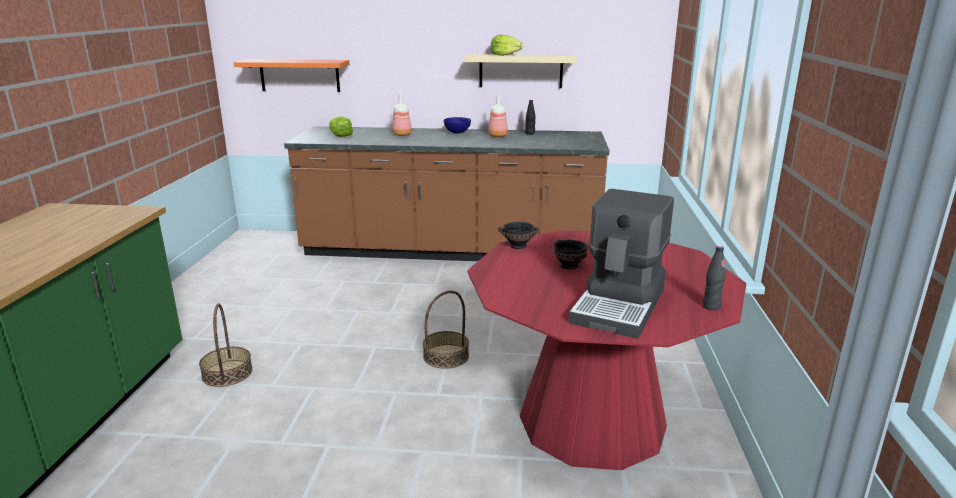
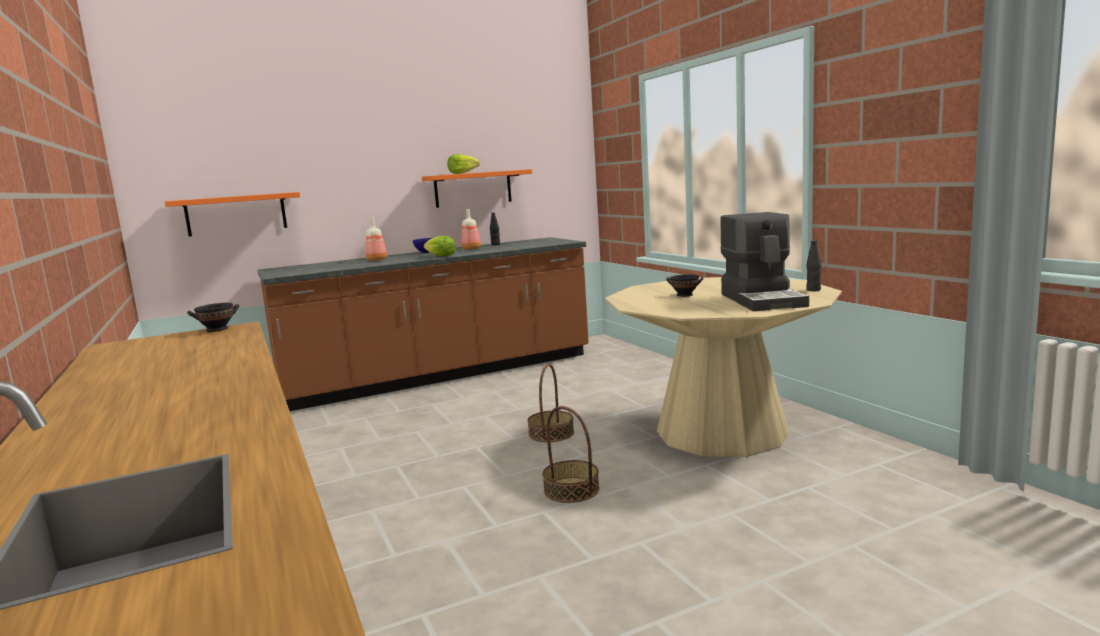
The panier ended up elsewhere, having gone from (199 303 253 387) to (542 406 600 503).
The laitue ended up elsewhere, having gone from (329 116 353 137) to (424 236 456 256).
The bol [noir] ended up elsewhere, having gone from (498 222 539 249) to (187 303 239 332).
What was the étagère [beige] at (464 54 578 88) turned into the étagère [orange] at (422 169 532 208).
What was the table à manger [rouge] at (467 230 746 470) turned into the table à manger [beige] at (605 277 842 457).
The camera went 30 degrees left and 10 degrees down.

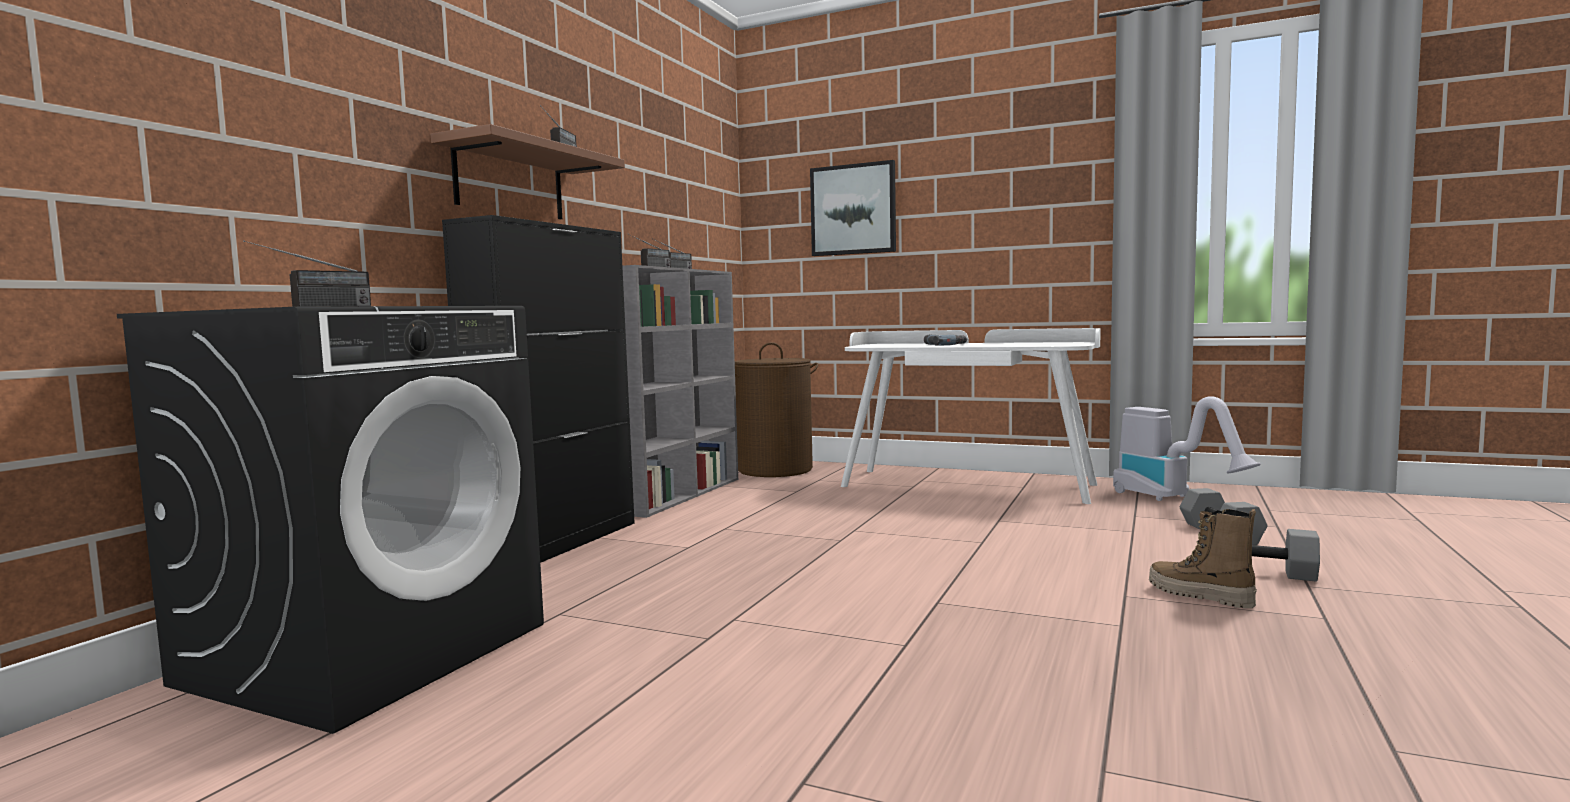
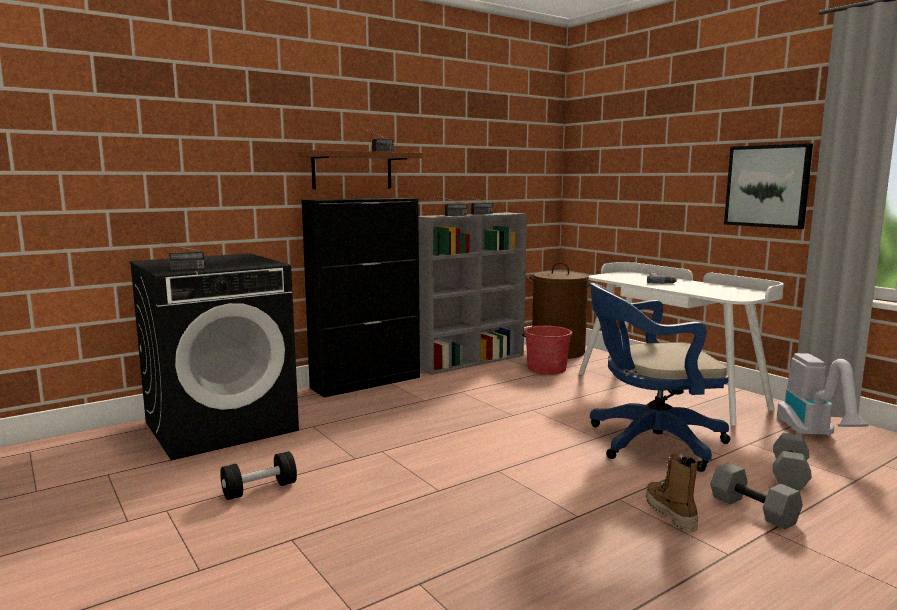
The second view gained the haltère [noir] at (220 451 297 500).
The second view gained the seau [rouge] at (522 326 573 375).
The second view gained the chaise de bureau [bleu] at (590 283 730 472).
The tableau ended up elsewhere, having gone from (810 160 896 256) to (724 143 813 229).
The camera went 30 degrees right and 5 degrees up.

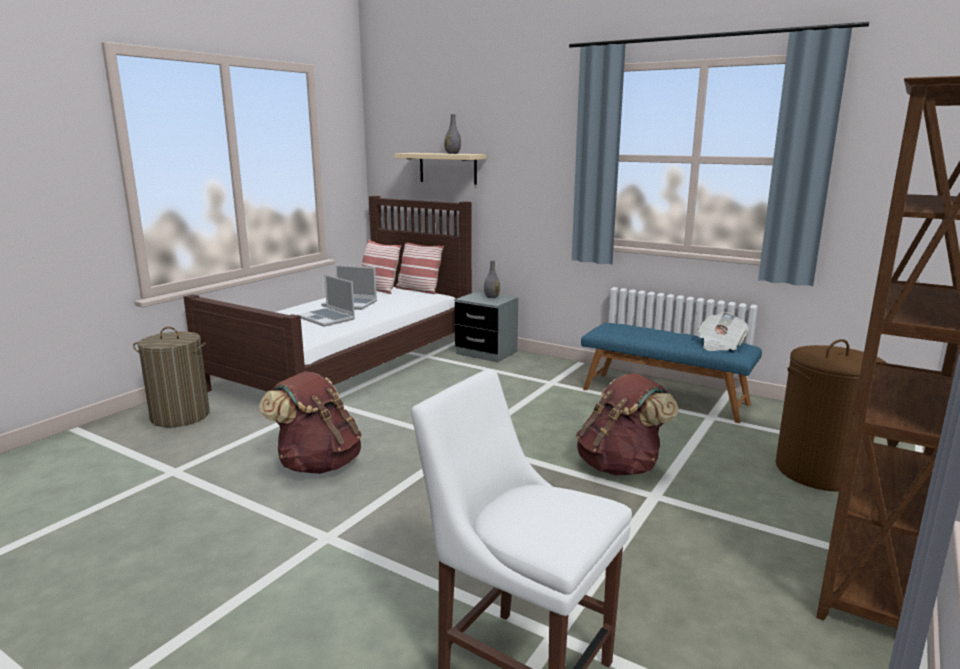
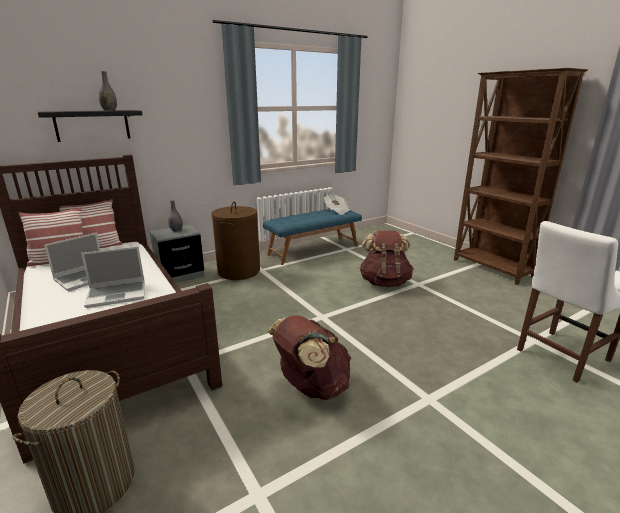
The panier à linge [marron] ended up elsewhere, having gone from (776 339 886 492) to (211 201 260 280).
What was the étagère [beige] at (394 153 486 185) turned into the étagère [noir] at (38 110 142 142).
The camera went 65 degrees left and 5 degrees up.

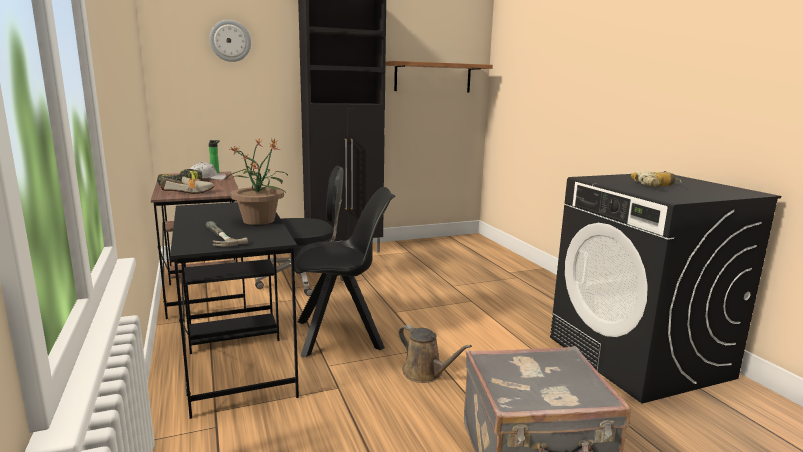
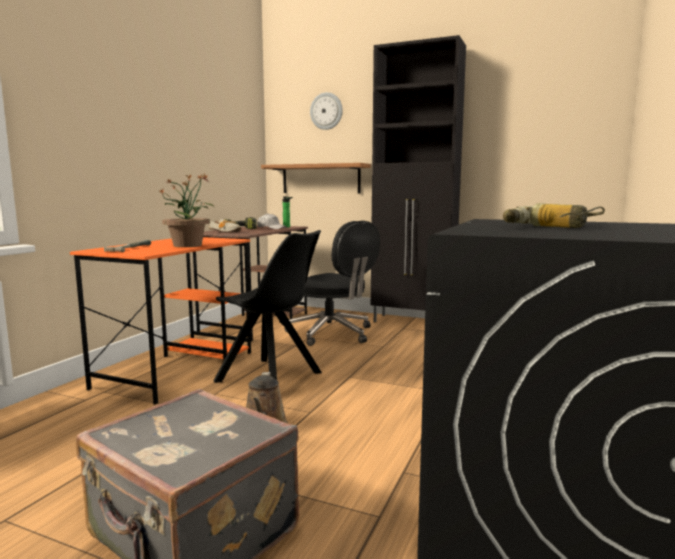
The étagère ended up elsewhere, having gone from (385 61 493 92) to (261 163 371 193).
What was the bureau [noir] at (170 202 299 419) turned into the bureau [orange] at (70 237 251 405).
The camera went 45 degrees right and 5 degrees down.

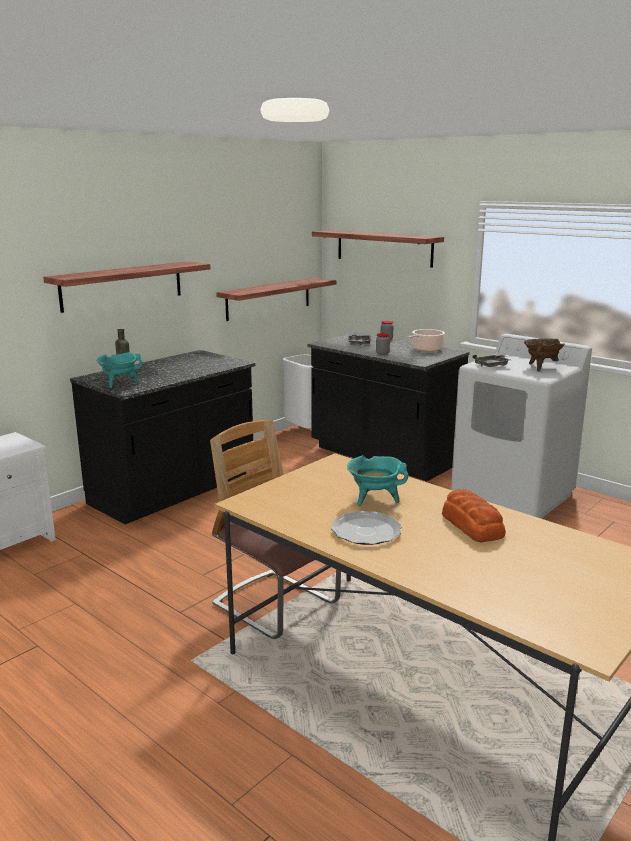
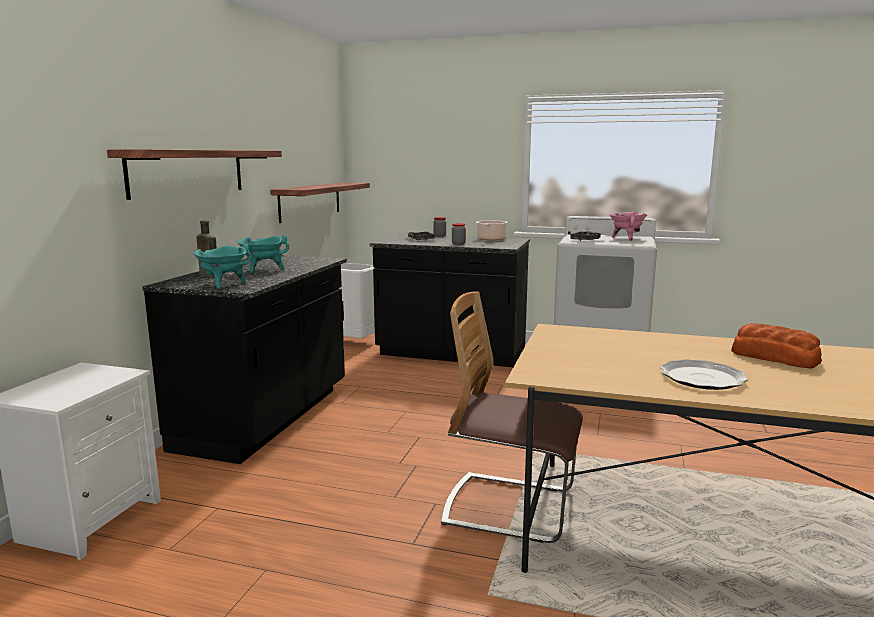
The second view lost the étagère at (312 230 444 268).
The marmite [turquoise] ended up elsewhere, having gone from (347 455 408 506) to (237 235 289 273).
What was the marmite [marron] at (524 338 565 372) turned into the marmite [rose] at (610 211 647 241).
The camera went 25 degrees left and 5 degrees down.

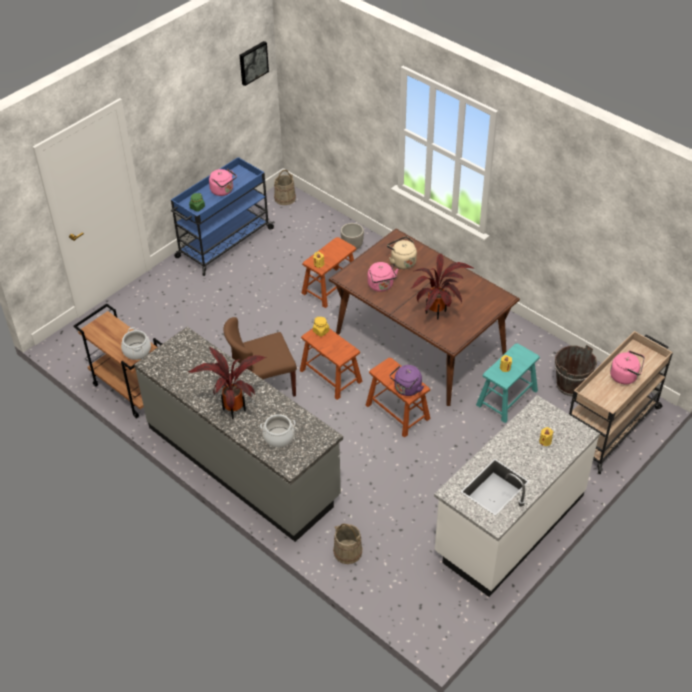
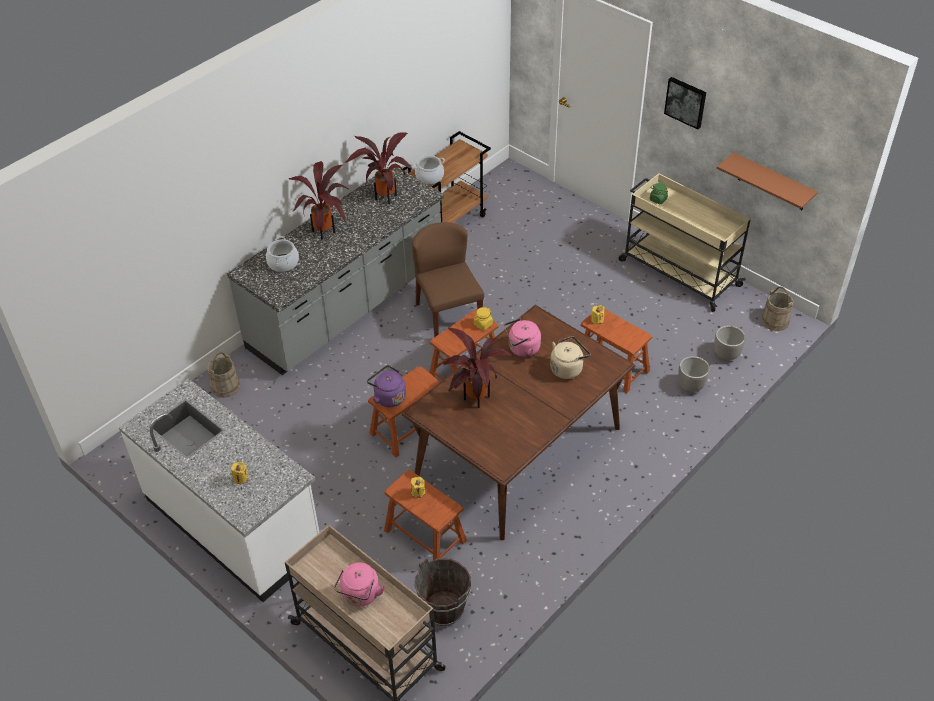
The second view lost the bouilloire [rose] at (209 169 237 196).
The second view gained the plante en pot at (344 133 412 204).
The second view gained the cache-pot at (714 325 746 361).
The second view gained the étagère [marron] at (717 153 818 210).
The tableau ended up elsewhere, having gone from (240 41 269 86) to (664 77 706 129).
What was the chariot [bleu] at (171 157 275 276) turned into the chariot [beige] at (619 173 751 312).
What was the tabouret [turquoise] at (476 343 540 423) turned into the tabouret [marron] at (384 470 467 560).
The camera went 90 degrees right and 0 degrees up.

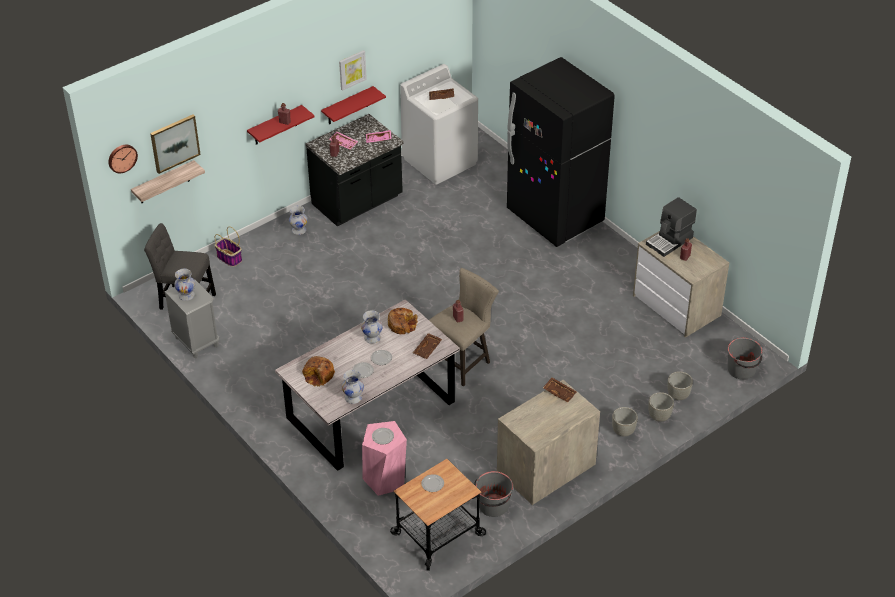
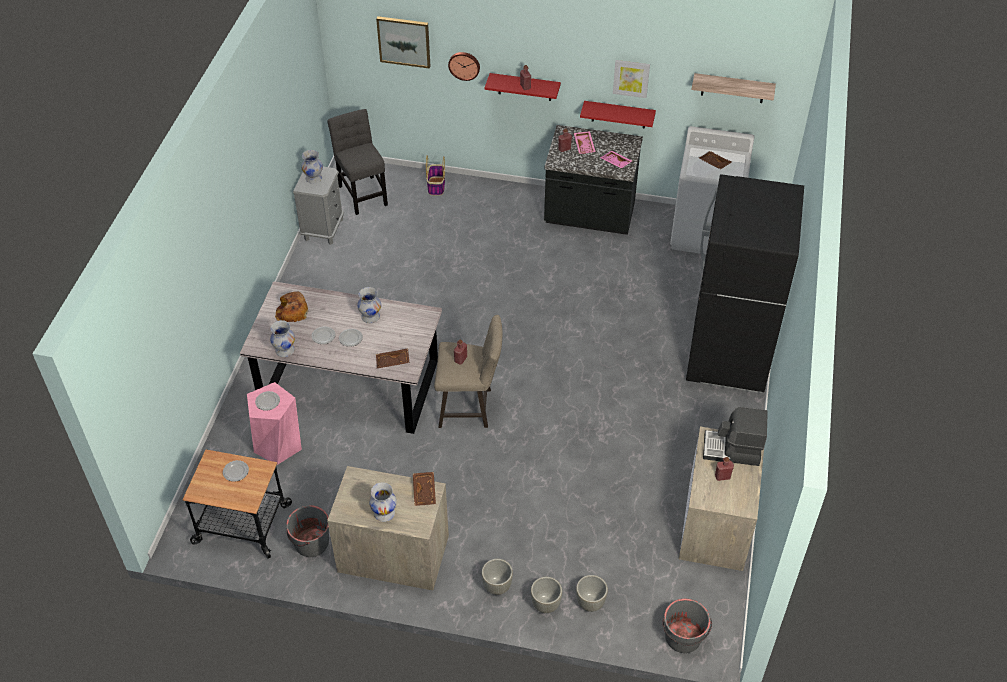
The second view lost the pain at (388 308 418 334).
The horloge murale ended up elsewhere, having gone from (108 145 138 173) to (448 52 480 81).
The étagère ended up elsewhere, having gone from (131 160 205 203) to (692 73 776 103).
The vase [blanc] ended up elsewhere, having gone from (289 206 308 235) to (369 482 397 522).
The camera went 50 degrees right and 5 degrees up.

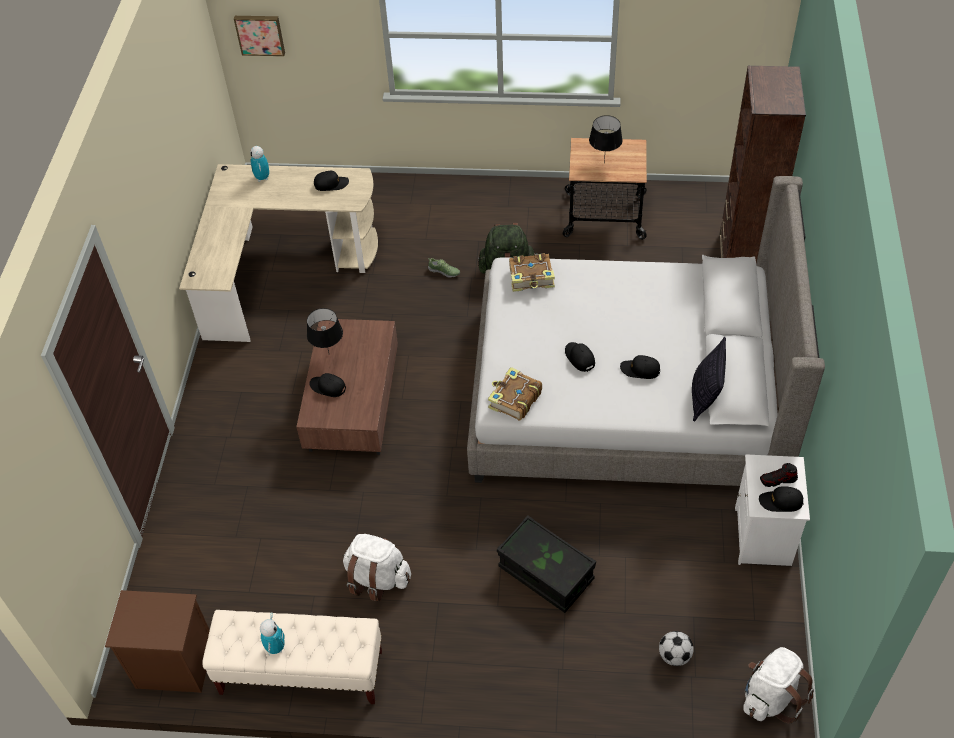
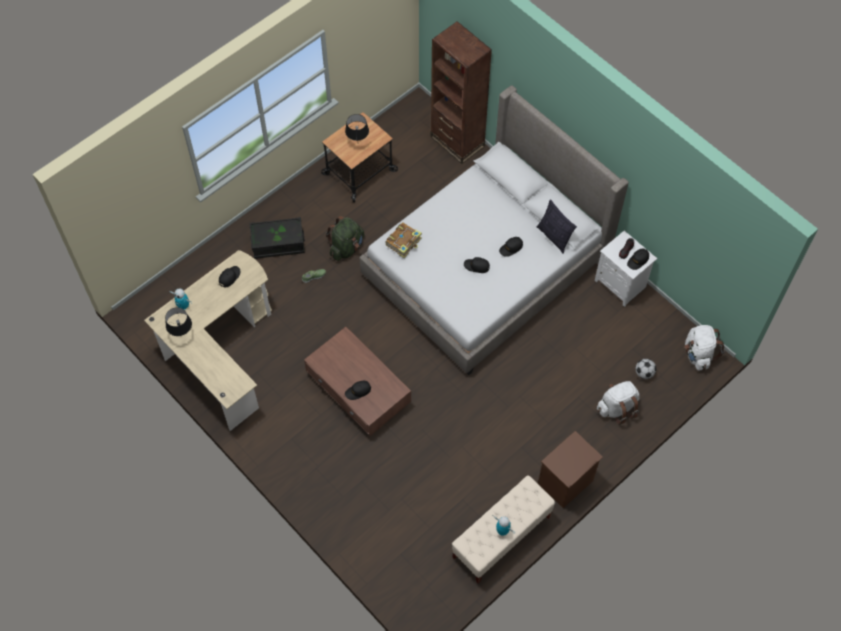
The second view lost the tableau at (234 16 285 56).
The second view lost the livre at (488 367 542 421).
The table de chevet [marron] ended up elsewhere, having gone from (105 590 210 693) to (538 431 603 509).
The lampe de table [noir] ended up elsewhere, having gone from (307 308 343 353) to (165 307 192 336).
The sac à dos [blanc] ended up elsewhere, having gone from (343 534 411 601) to (597 381 640 425).
The boîte de rangement [noir] ended up elsewhere, having gone from (497 515 596 613) to (249 217 305 259).
The camera went 50 degrees left and 10 degrees up.

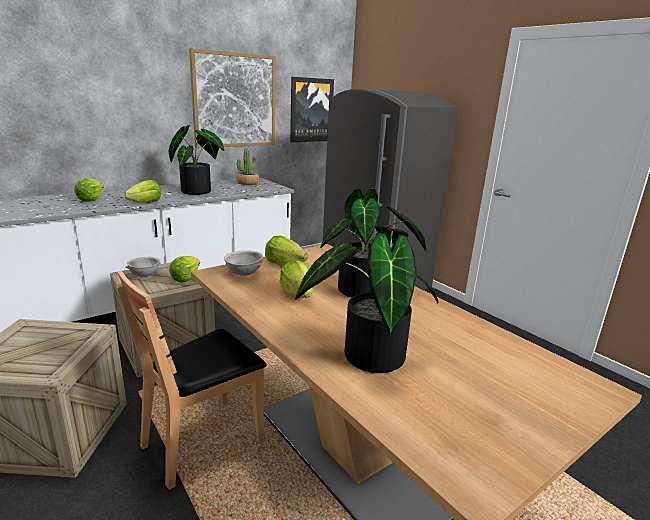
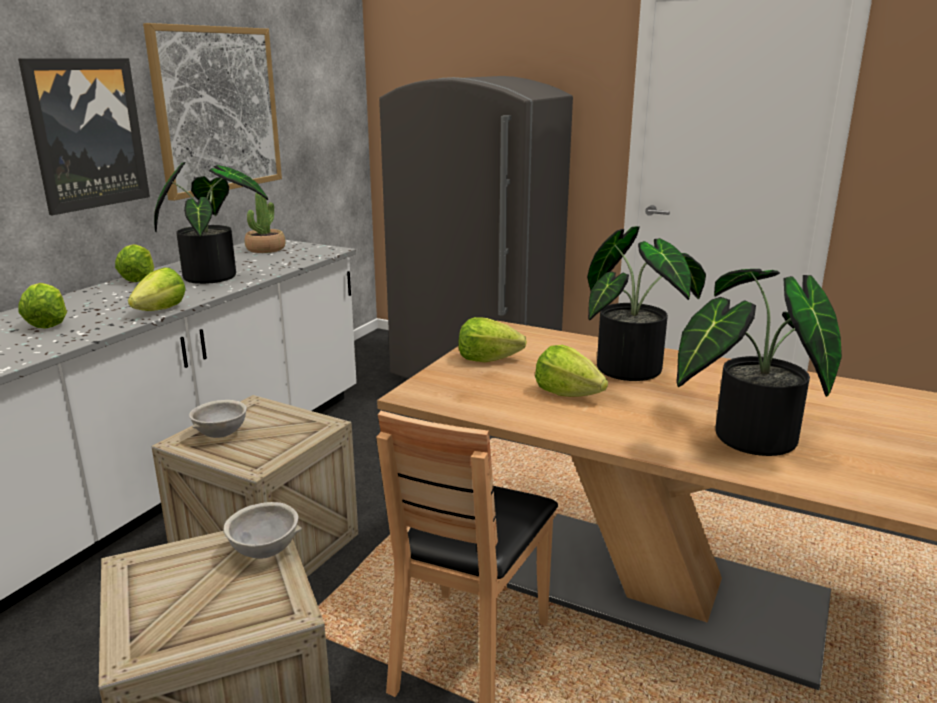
The laitue ended up elsewhere, having gone from (169 256 200 282) to (115 244 154 282).
The bol [gris] ended up elsewhere, having gone from (224 250 263 276) to (223 502 302 559).
The tableau ended up elsewhere, having gone from (290 77 334 142) to (18 58 150 215).
The camera went 25 degrees left and 0 degrees up.

